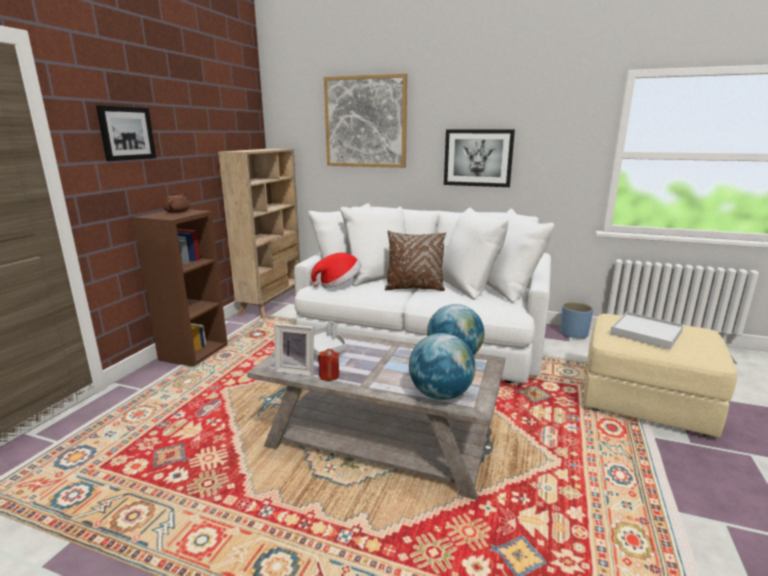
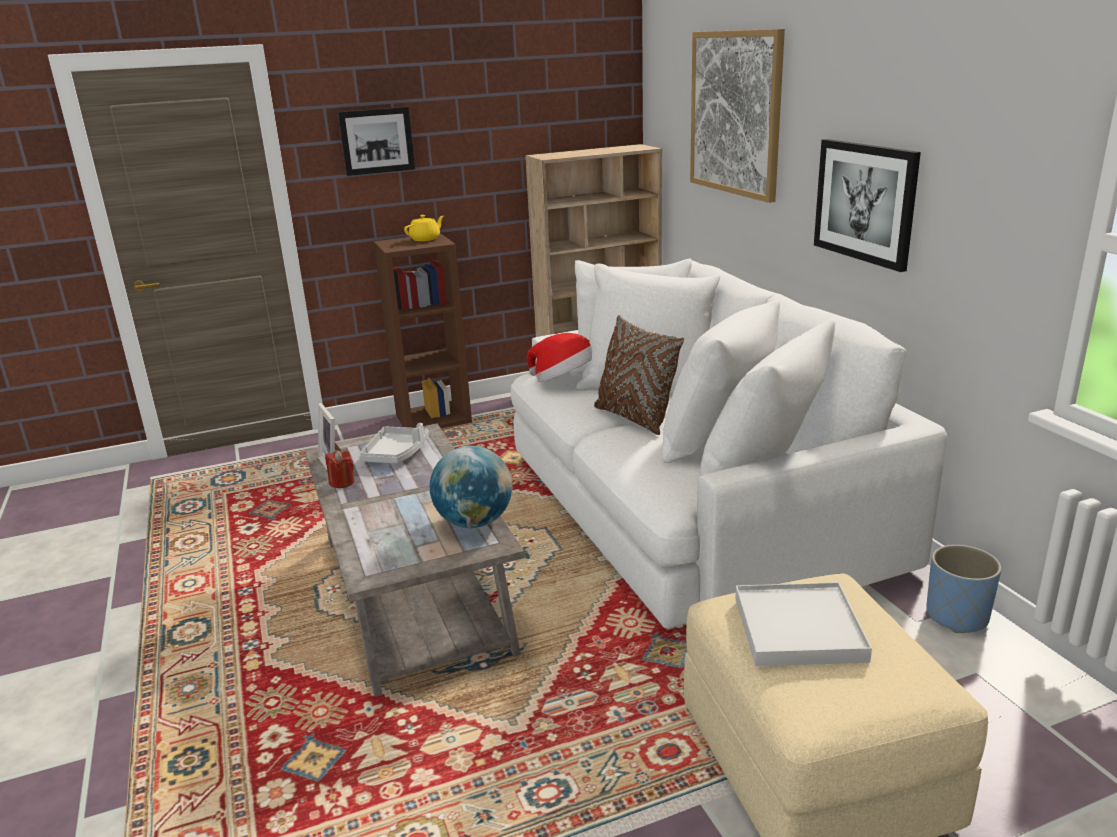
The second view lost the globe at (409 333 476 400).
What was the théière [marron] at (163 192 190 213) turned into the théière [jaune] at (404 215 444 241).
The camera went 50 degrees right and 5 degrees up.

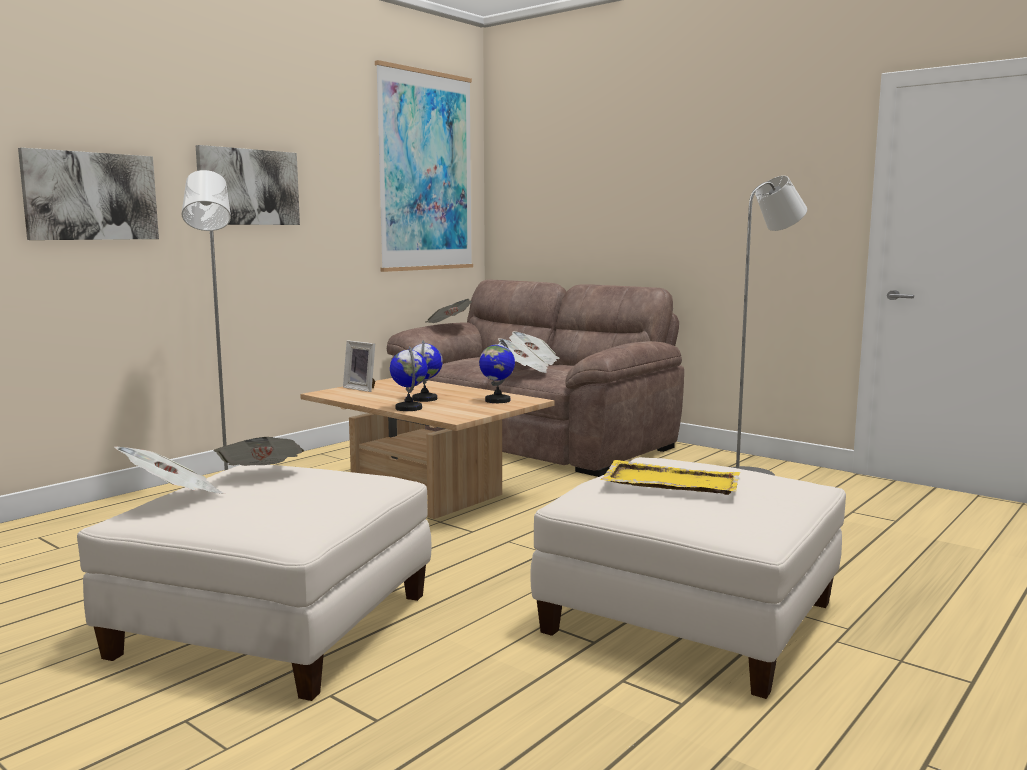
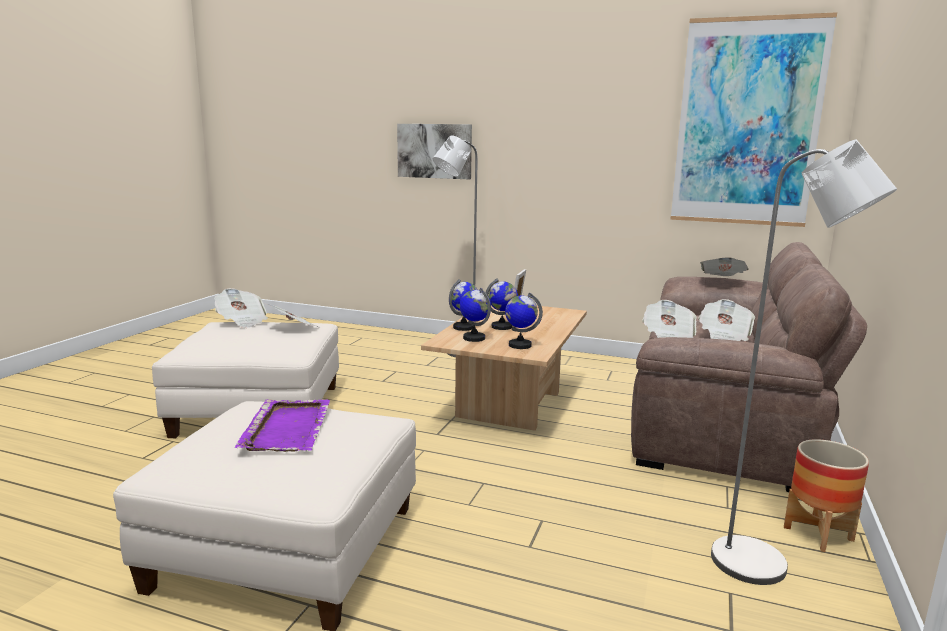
The second view lost the tableau at (196 145 300 225).
The second view gained the globe at (460 288 491 342).
The second view gained the cache-pot at (784 439 869 552).
What was the plateau [jaune] at (600 460 740 495) turned into the plateau [violet] at (235 399 330 452).
The camera went 70 degrees right and 5 degrees up.

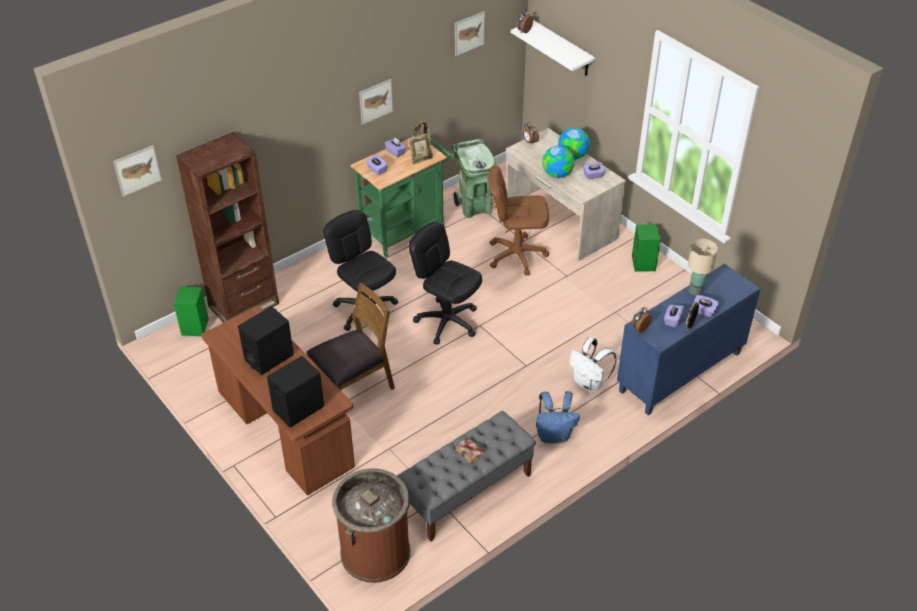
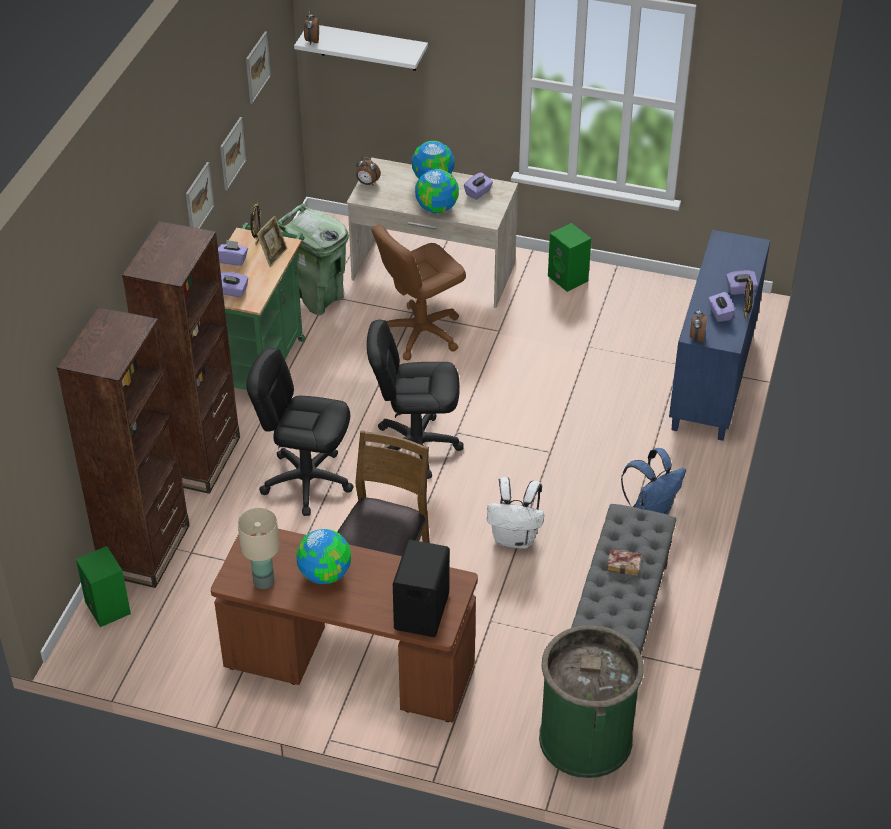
The second view gained the bibliothèque [marron] at (122 221 240 494).
The tableau ended up elsewhere, having gone from (113 145 162 197) to (220 117 246 190).
The sac à dos [blanc] ended up elsewhere, having gone from (569 337 616 393) to (487 477 544 549).
The lampe de table [beige] ended up elsewhere, having gone from (688 239 718 296) to (238 508 280 589).
Where the enceinte [noir] stood at (238 306 294 375), the globe came to stand at (296 529 351 584).
What was the poubelle [marron] at (332 468 410 583) turned into the poubelle [vert] at (539 625 644 778).
The camera went 35 degrees left and 0 degrees up.

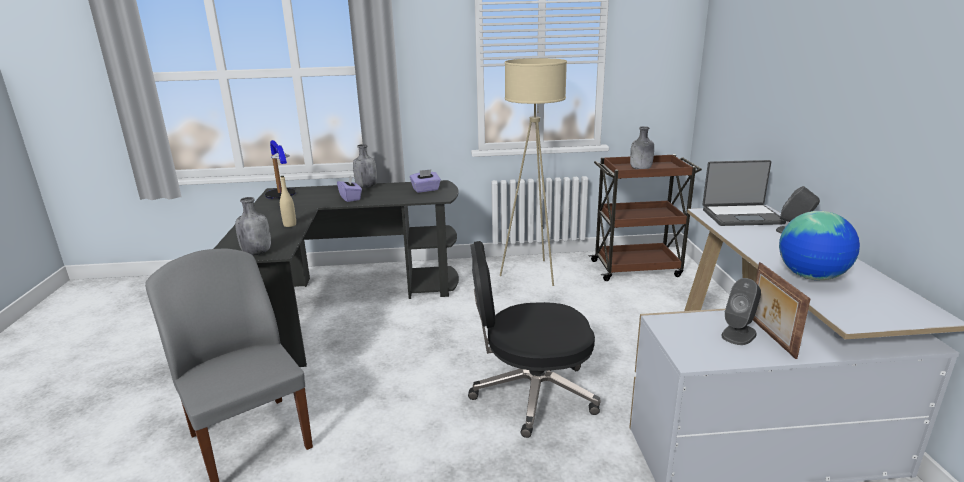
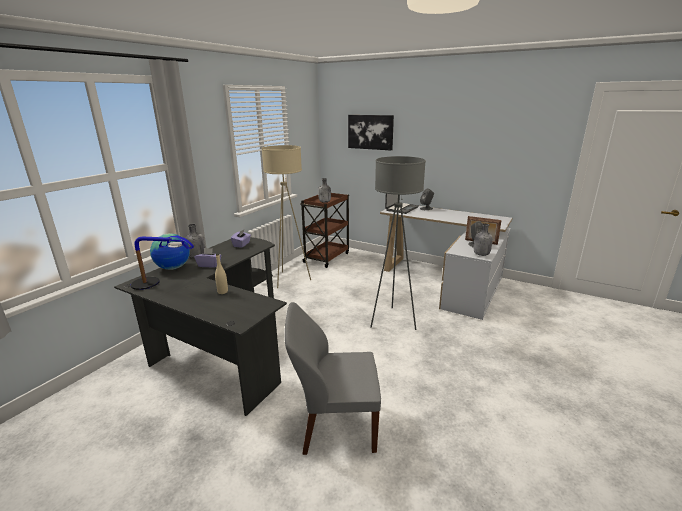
The second view gained the tableau at (348 115 394 150).
The bouteille [gris] ended up elsewhere, having gone from (235 197 271 255) to (474 223 493 256).
The globe ended up elsewhere, having gone from (779 211 860 280) to (150 233 190 270).
Where the chaise de bureau [noir] stood at (468 241 600 438), the lampadaire [gris] came to stand at (370 156 426 330).
The camera went 55 degrees left and 0 degrees up.

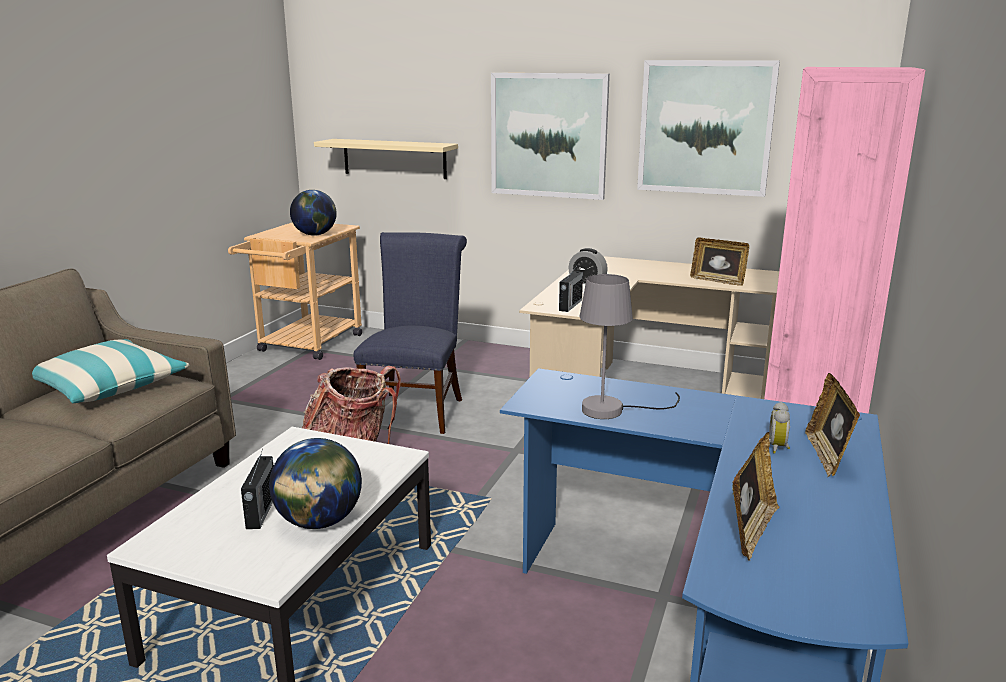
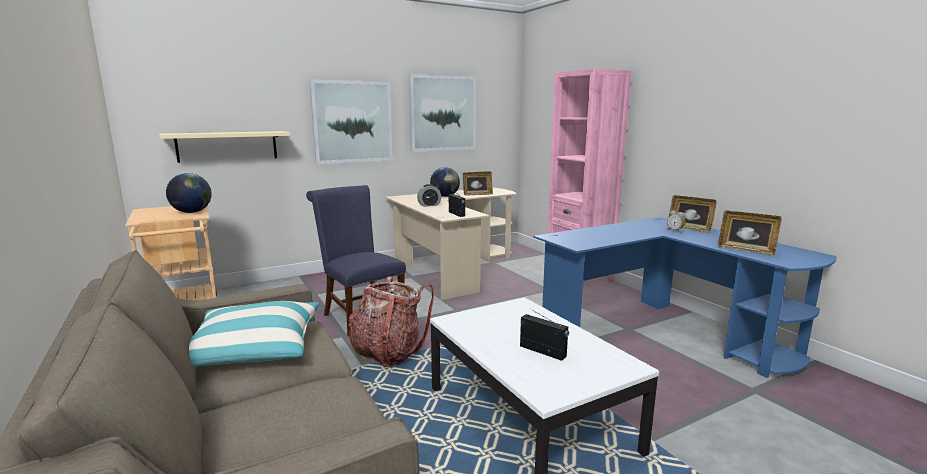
The second view lost the lampe de table [gris] at (580 274 680 419).
The globe ended up elsewhere, having gone from (269 438 362 529) to (430 167 460 197).
The cadre photo at (732 432 779 561) ended up facing another way, 150 degrees clockwise from before.
The camera went 50 degrees left and 5 degrees down.

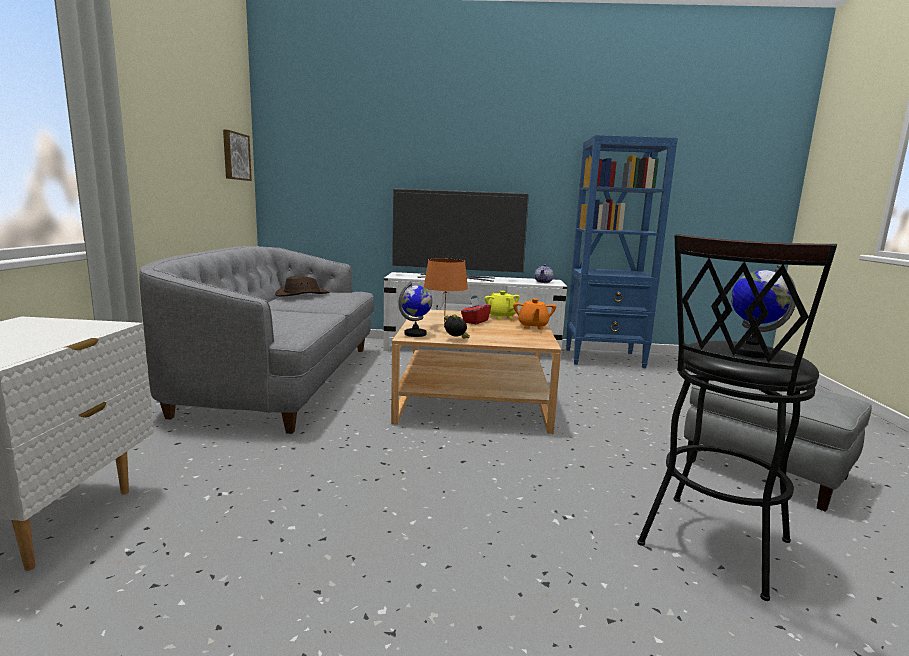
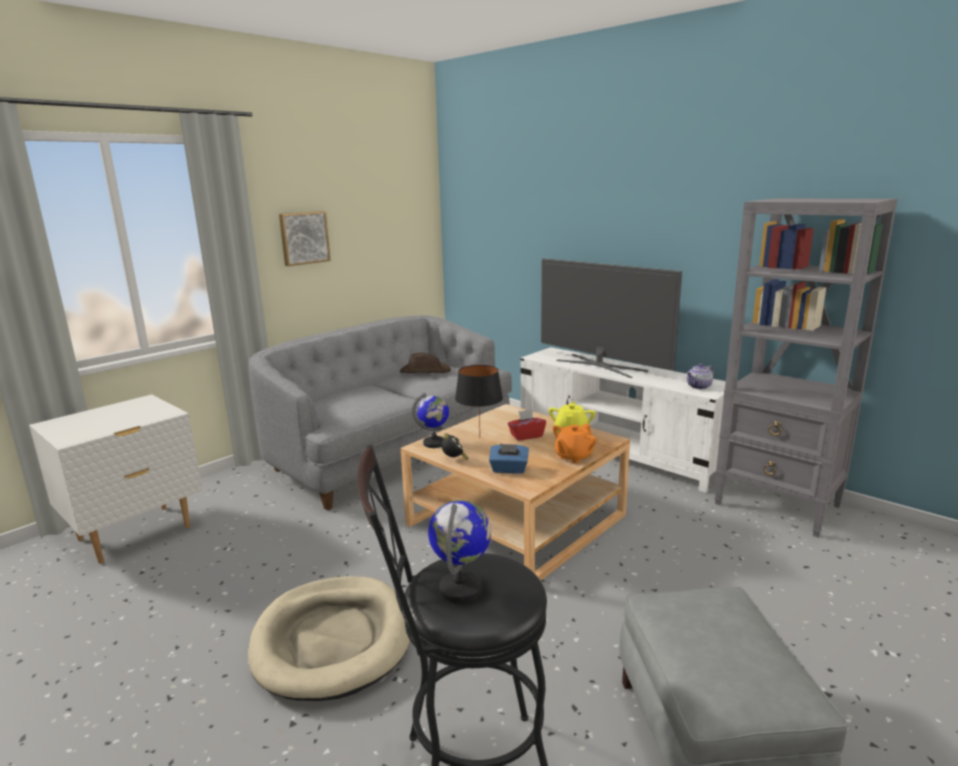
The second view gained the panier pour chien [beige] at (248 576 410 701).
The second view gained the boîte à mouchoirs [bleu] at (489 444 529 474).
The tableau ended up elsewhere, having gone from (223 130 252 181) to (279 211 331 266).
What was the lampe de table [orange] at (423 258 468 327) turned into the lampe de table [noir] at (455 365 503 432).
What was the bibliothèque [bleu] at (566 135 678 368) turned into the bibliothèque [gris] at (714 198 898 537).
The camera went 40 degrees right and 5 degrees up.

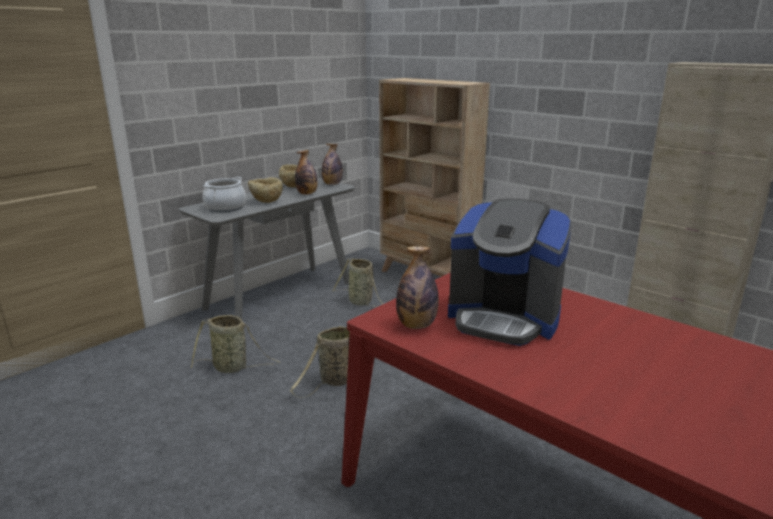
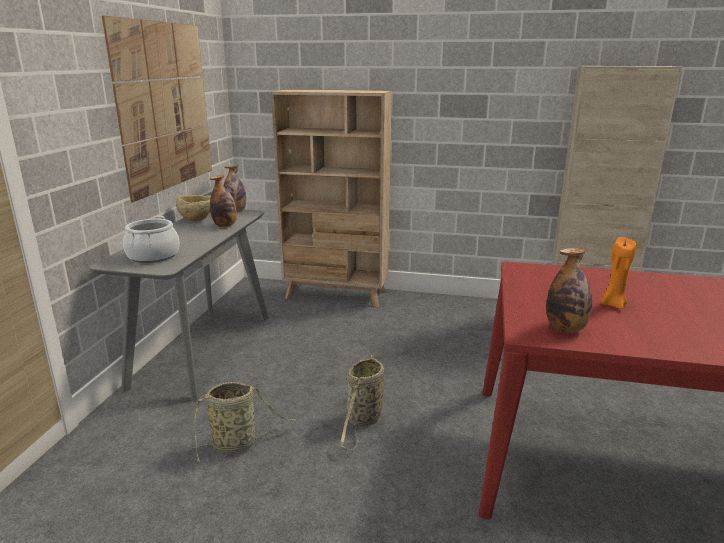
The second view lost the bol [beige] at (248 177 283 203).
The second view lost the panier at (333 258 383 307).
The second view gained the tableau at (102 15 212 202).
Where the machine à café stood at (448 199 572 346), the bougie [orange] came to stand at (601 237 637 309).
The camera went 30 degrees left and 0 degrees up.

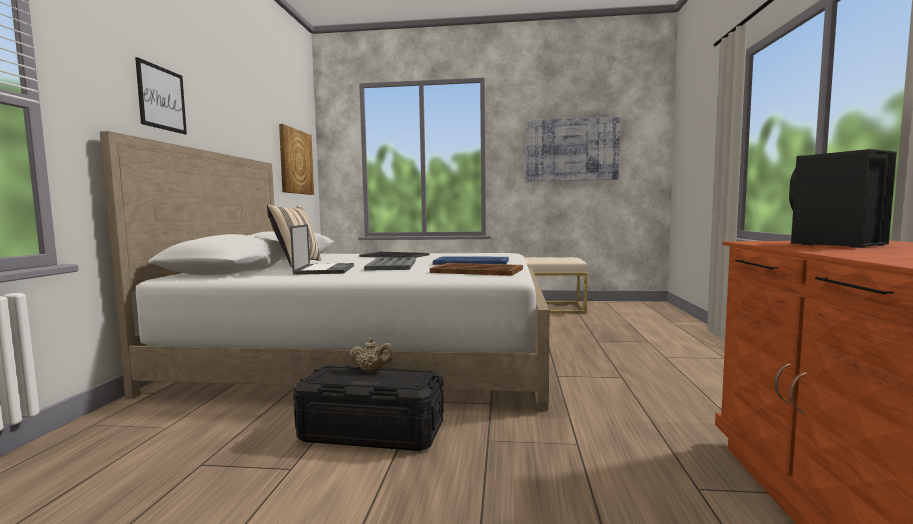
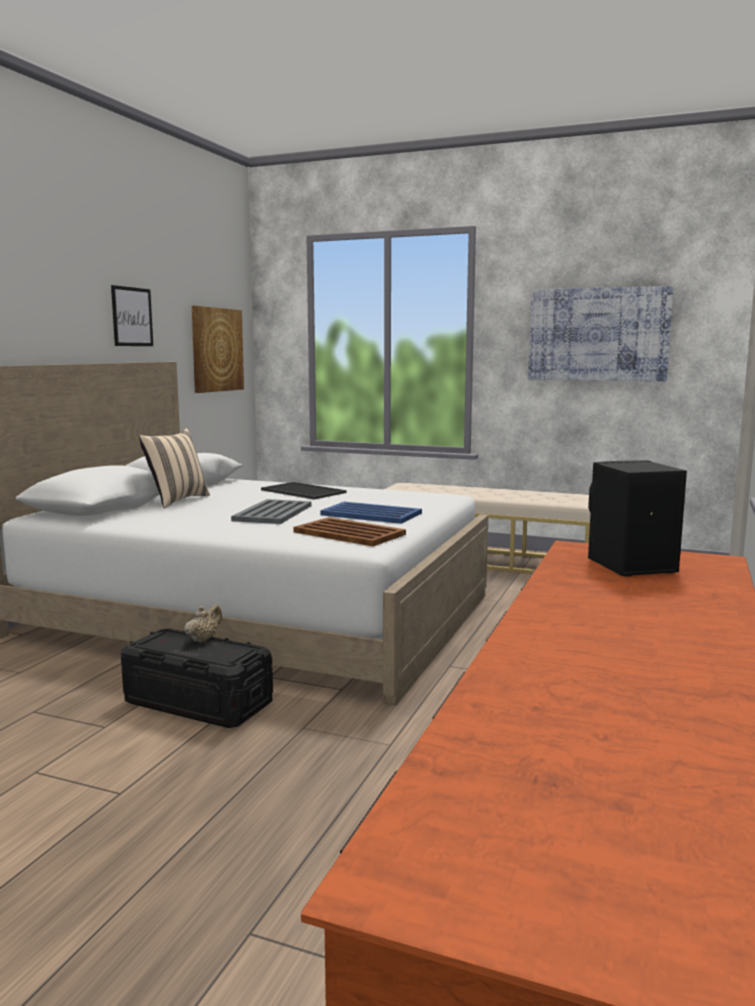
The second view lost the ordinateur portable at (290 224 354 275).
The tableau ended up elsewhere, having gone from (135 57 187 134) to (111 285 153 346).
The théière [beige] at (349 338 394 371) ended up facing another way, 90 degrees counterclockwise from before.
The camera went 15 degrees right and 5 degrees up.

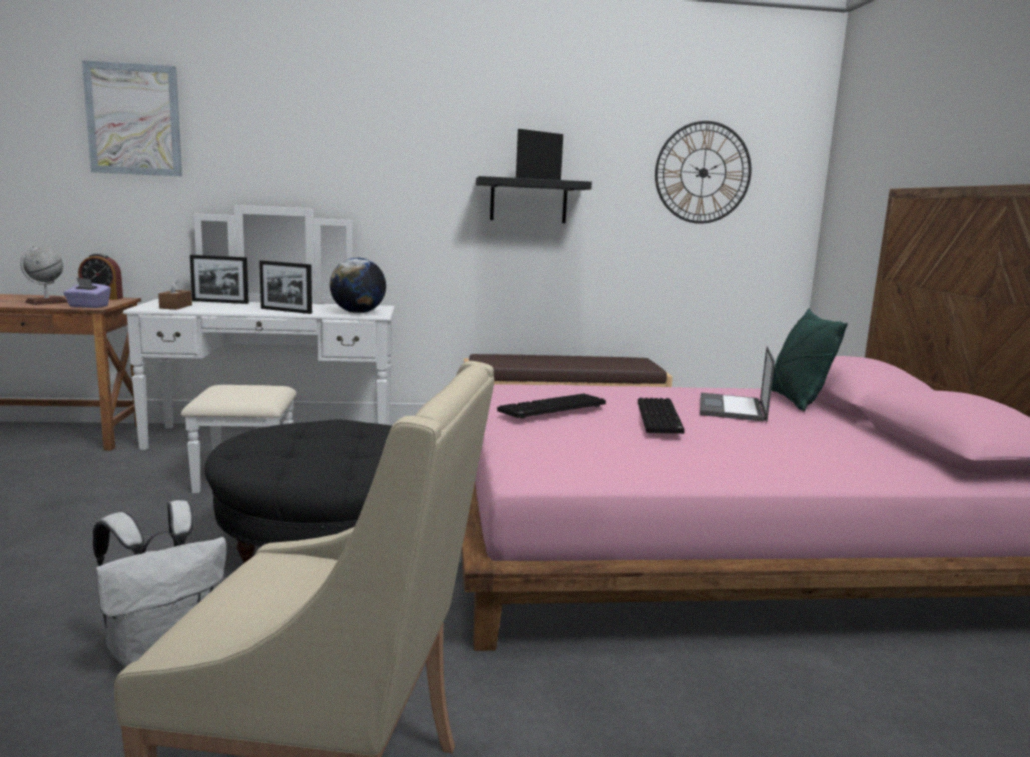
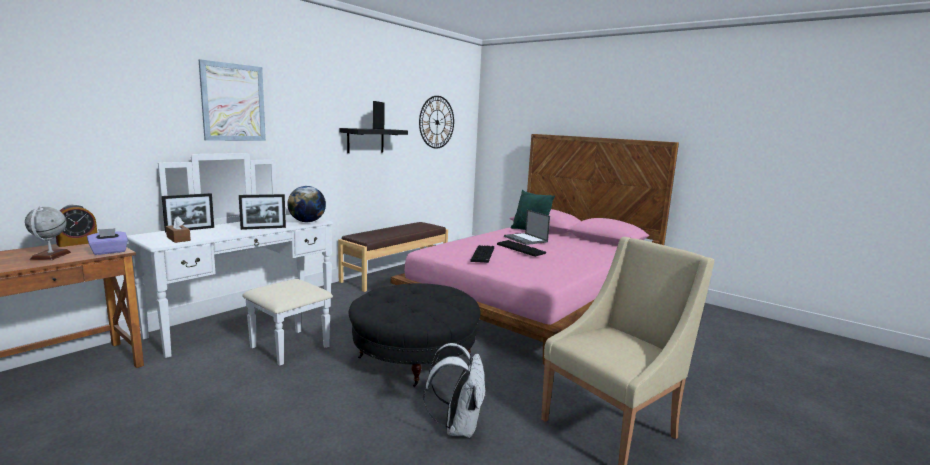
The tableau ended up elsewhere, having gone from (82 60 182 176) to (199 59 266 141).
The camera went 45 degrees left and 0 degrees up.

